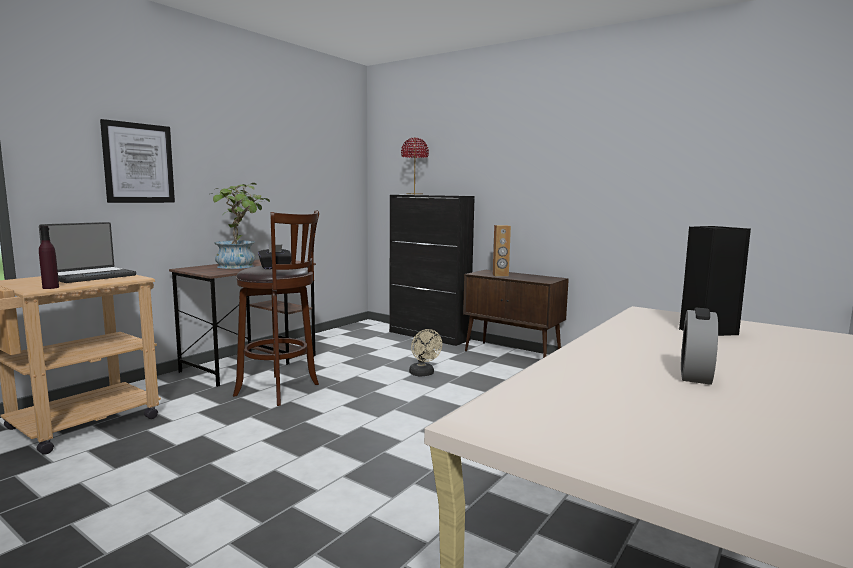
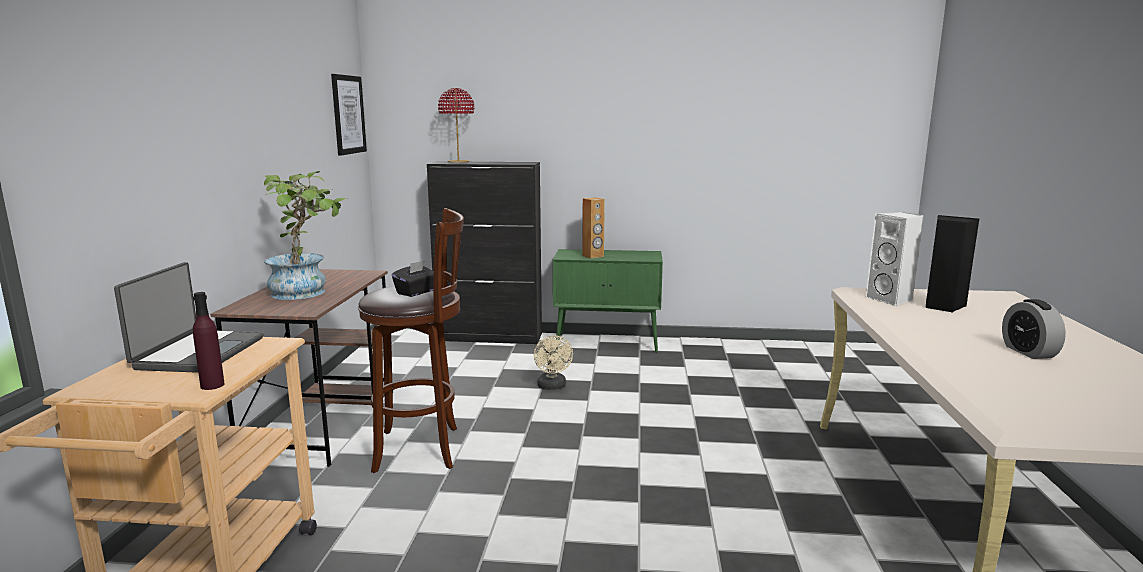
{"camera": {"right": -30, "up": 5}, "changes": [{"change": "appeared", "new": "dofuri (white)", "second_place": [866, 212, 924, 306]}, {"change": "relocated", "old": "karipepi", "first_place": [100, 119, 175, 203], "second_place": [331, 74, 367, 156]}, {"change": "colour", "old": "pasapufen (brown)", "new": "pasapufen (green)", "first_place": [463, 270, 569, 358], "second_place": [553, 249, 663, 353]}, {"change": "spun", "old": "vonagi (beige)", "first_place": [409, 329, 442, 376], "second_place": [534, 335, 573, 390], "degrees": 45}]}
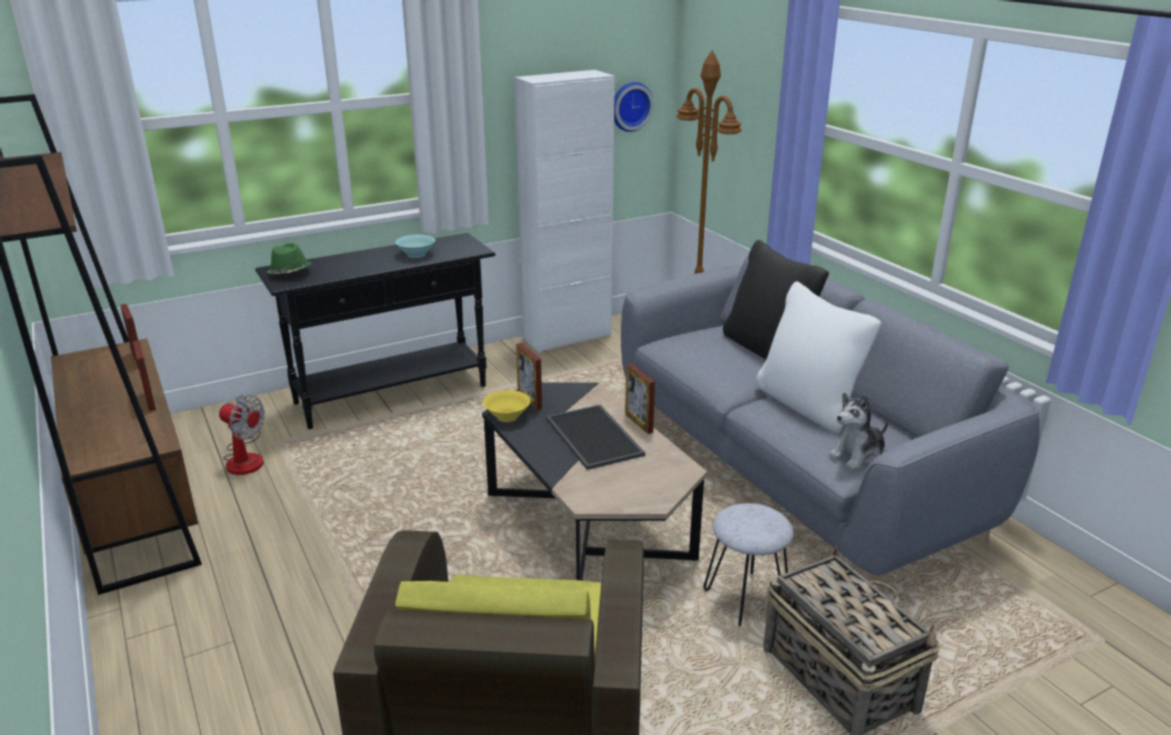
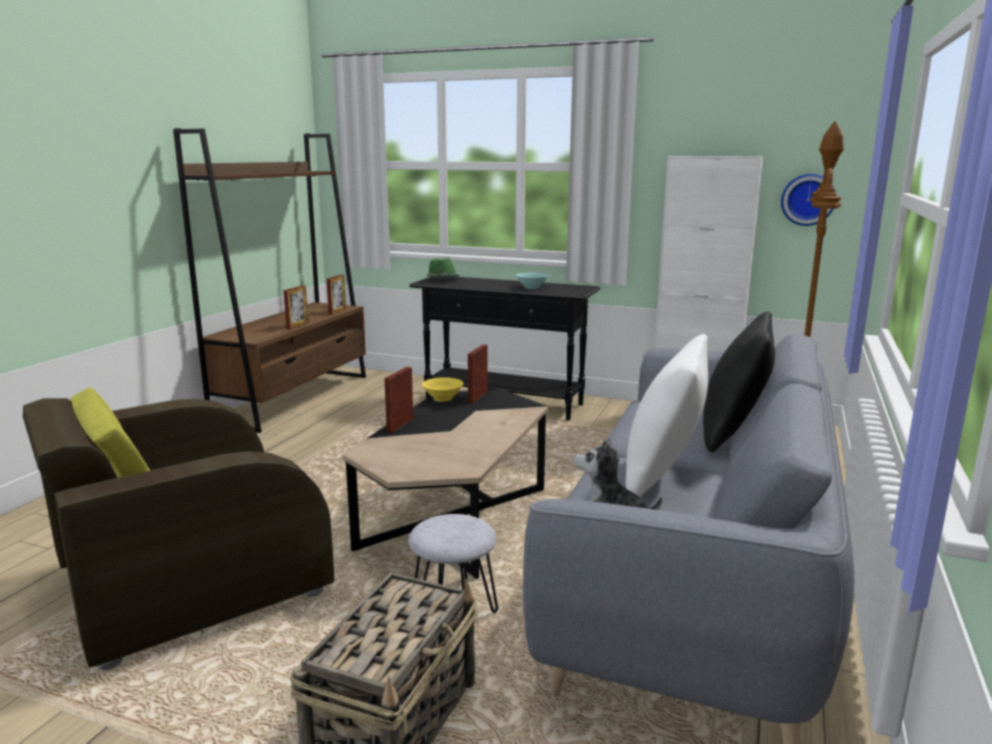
{"camera": {"right": 50, "up": -10}, "changes": [{"change": "missing", "old": "vonagi", "first_place": [219, 394, 265, 475]}, {"change": "missing", "old": "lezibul", "first_place": [546, 405, 645, 470]}, {"change": "relocated", "old": "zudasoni", "first_place": [625, 363, 655, 434], "second_place": [384, 367, 413, 433]}]}
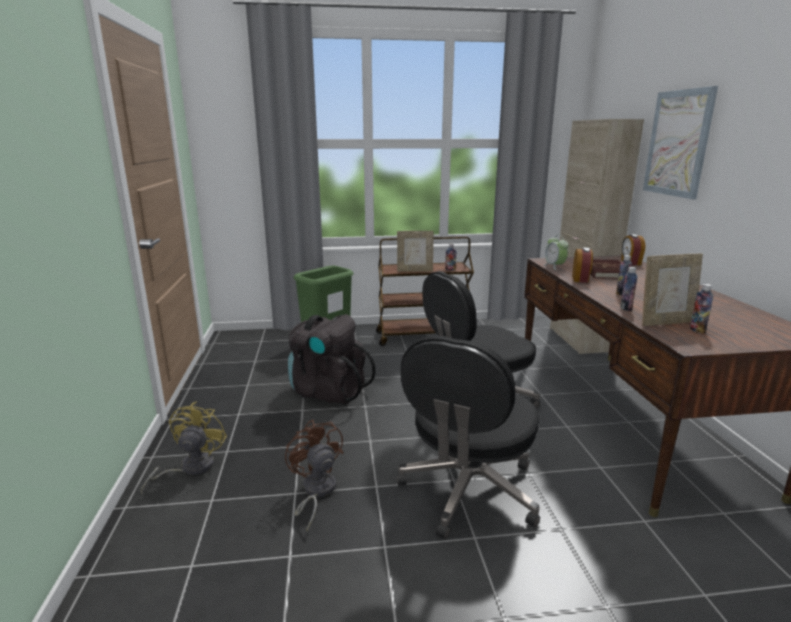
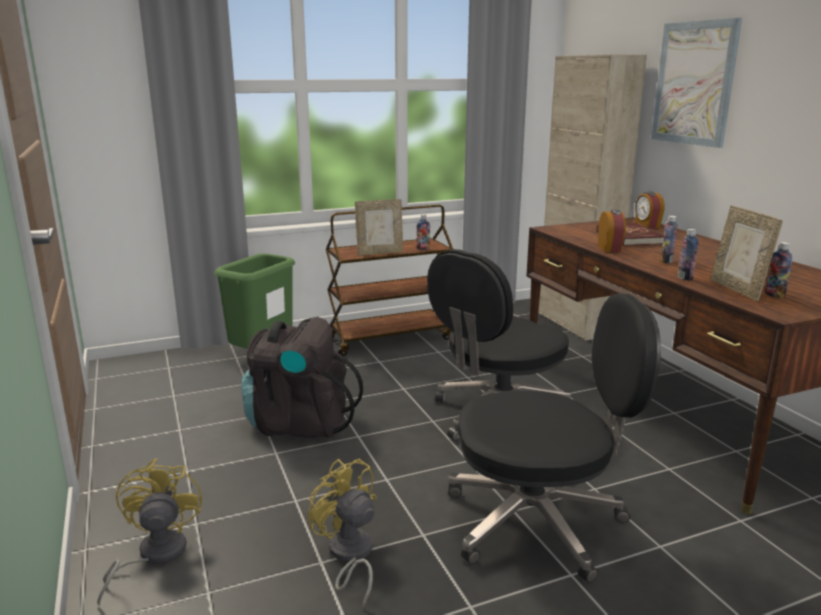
{"camera": {"right": -15, "up": 0}, "changes": [{"change": "missing", "old": "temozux", "first_place": [545, 235, 568, 270]}, {"change": "colour", "old": "vonagi (brown)", "new": "vonagi (yellow)", "first_place": [285, 419, 344, 531], "second_place": [308, 459, 376, 607]}, {"change": "spun", "old": "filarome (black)", "first_place": [397, 335, 540, 540], "second_place": [448, 293, 661, 583], "degrees": -105}, {"change": "spun", "old": "zudasoni", "first_place": [642, 254, 703, 326], "second_place": [710, 205, 783, 301], "degrees": 105}]}
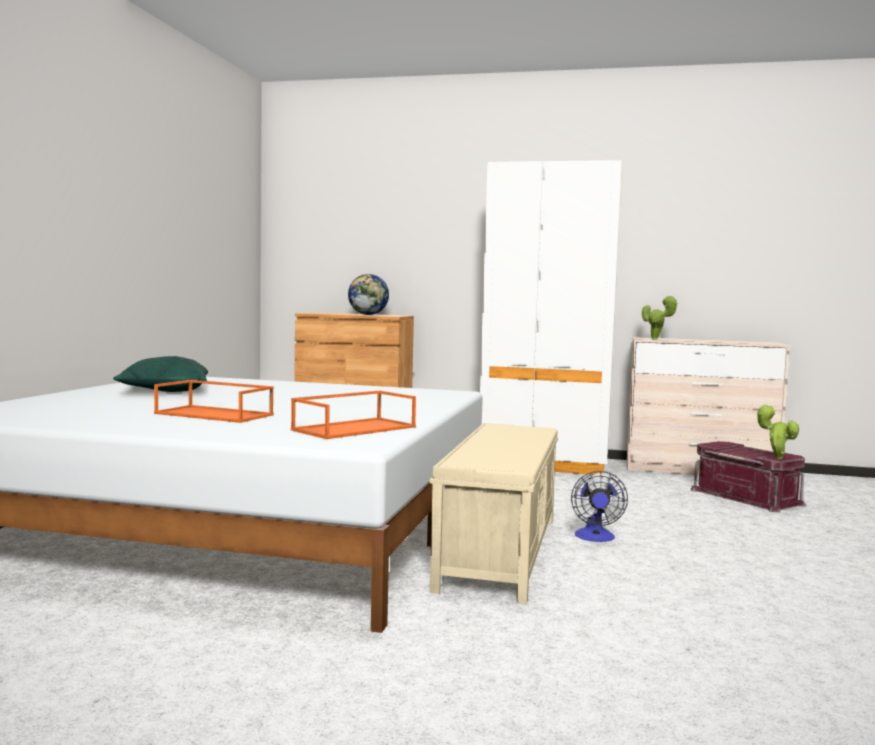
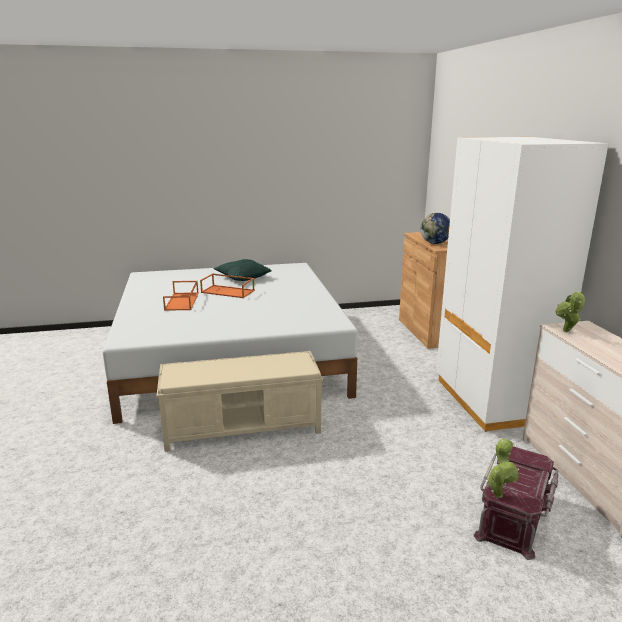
{"camera": {"right": 65, "up": 15}, "changes": [{"change": "missing", "old": "vonagi", "first_place": [571, 471, 628, 542]}, {"change": "relocated", "old": "lezibul (orange)", "first_place": [291, 391, 416, 439], "second_place": [200, 273, 255, 298]}]}
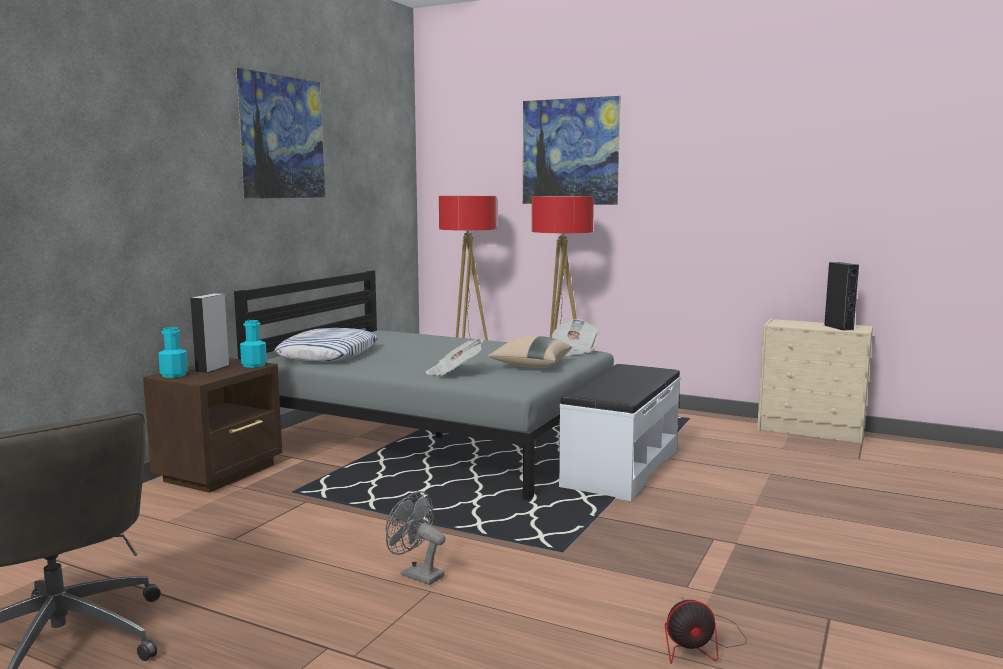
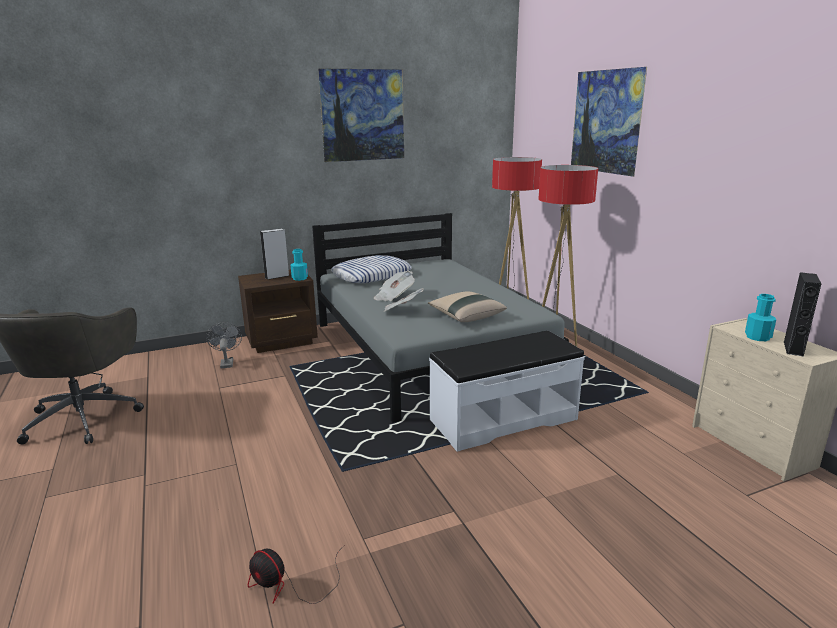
{"camera": {"right": 40, "up": 10}, "changes": [{"change": "relocated", "old": "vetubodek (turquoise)", "first_place": [158, 327, 188, 378], "second_place": [745, 294, 776, 341]}, {"change": "relocated", "old": "vonagi (grey)", "first_place": [386, 491, 446, 585], "second_place": [206, 322, 242, 368]}, {"change": "relocated", "old": "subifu", "first_place": [551, 319, 600, 356], "second_place": [374, 271, 415, 301]}]}
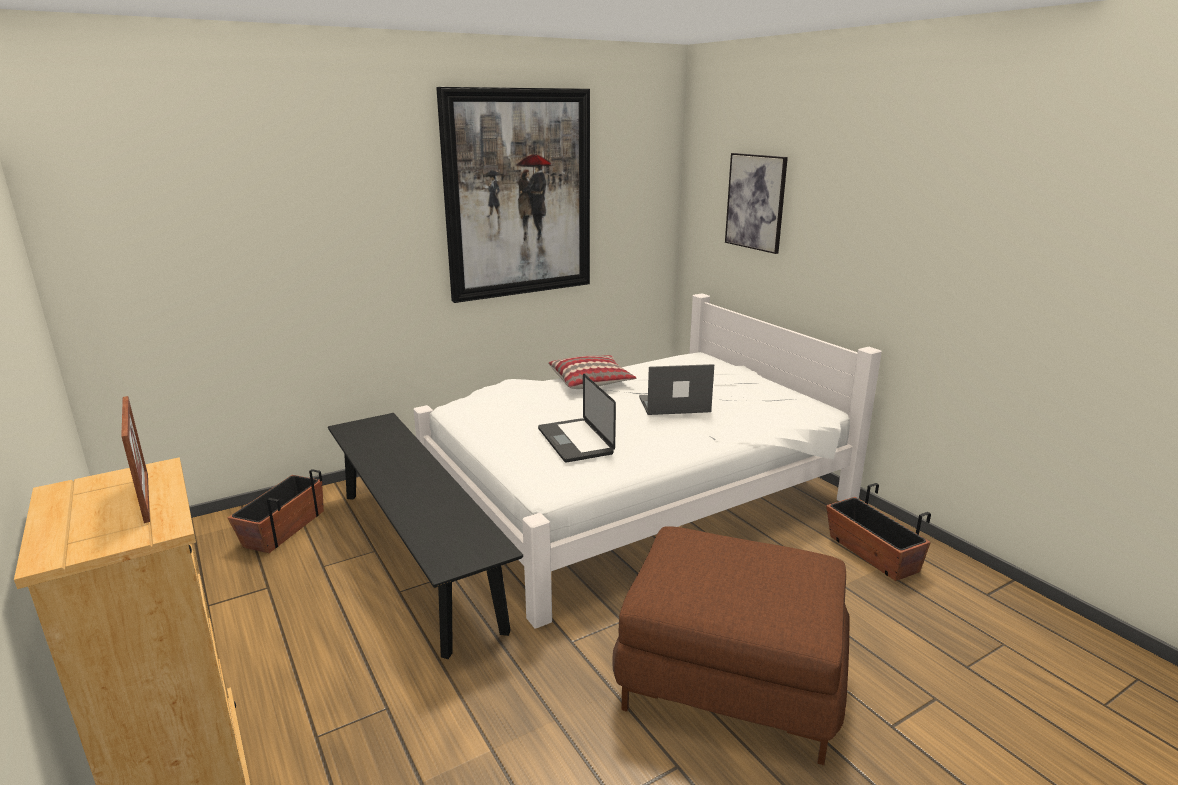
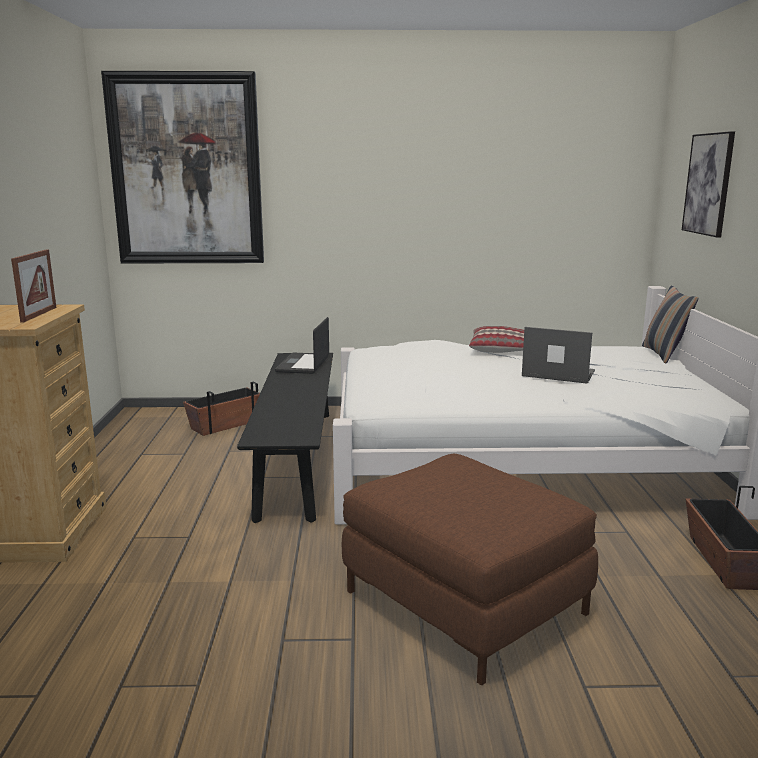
{"camera": {"right": 30, "up": -5}, "changes": [{"change": "appeared", "new": "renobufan", "second_place": [642, 285, 698, 363]}, {"change": "relocated", "old": "karipepi", "first_place": [436, 87, 590, 303], "second_place": [101, 71, 264, 264]}, {"change": "relocated", "old": "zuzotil", "first_place": [538, 373, 616, 462], "second_place": [275, 317, 329, 374]}]}
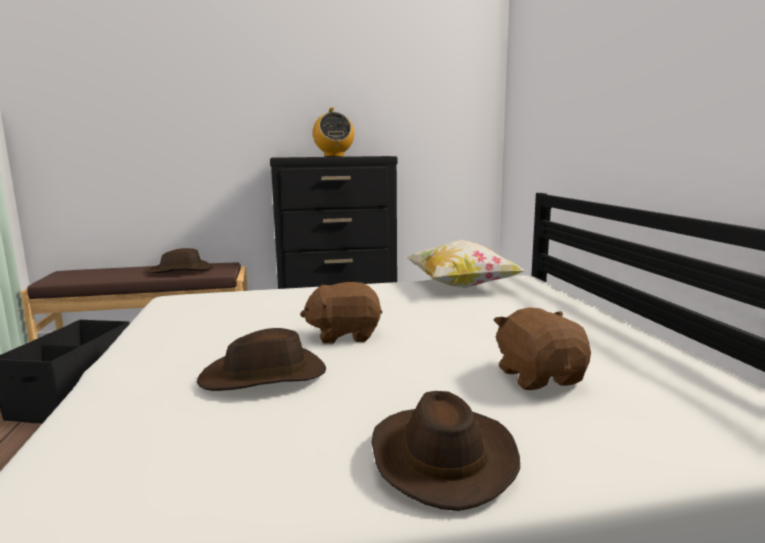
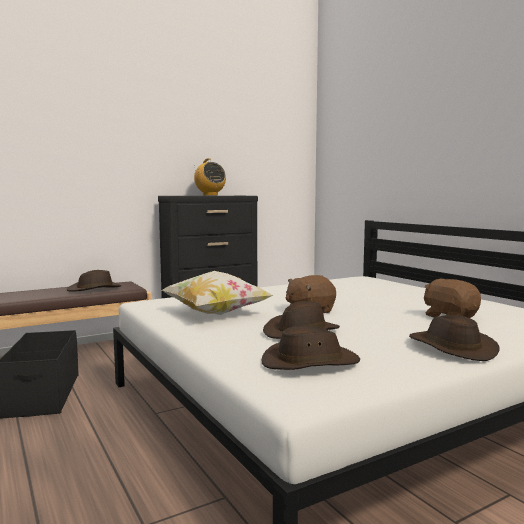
{"camera": {"right": -20, "up": -5}, "changes": [{"change": "appeared", "new": "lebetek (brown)", "second_place": [261, 326, 360, 370]}, {"change": "relocated", "old": "renobufan", "first_place": [406, 240, 527, 288], "second_place": [162, 271, 273, 315]}]}
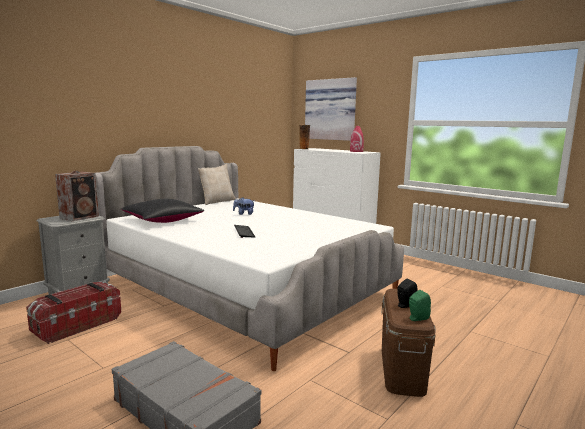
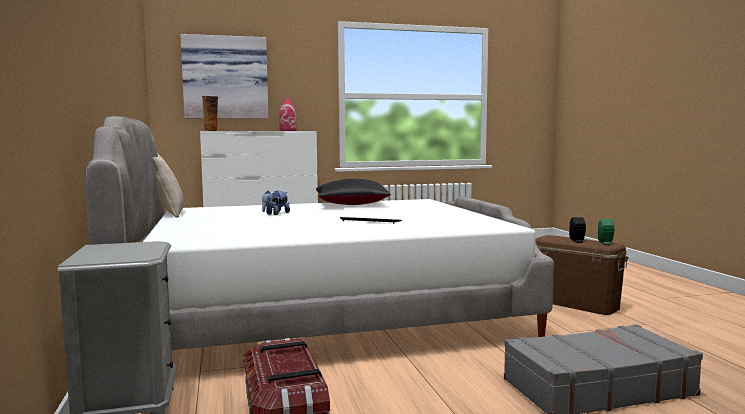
{"camera": {"right": -55, "up": -5}, "changes": [{"change": "missing", "old": "dofuri", "first_place": [55, 171, 99, 221]}, {"change": "relocated", "old": "renobufan (black)", "first_place": [122, 199, 205, 223], "second_place": [316, 179, 391, 205]}]}
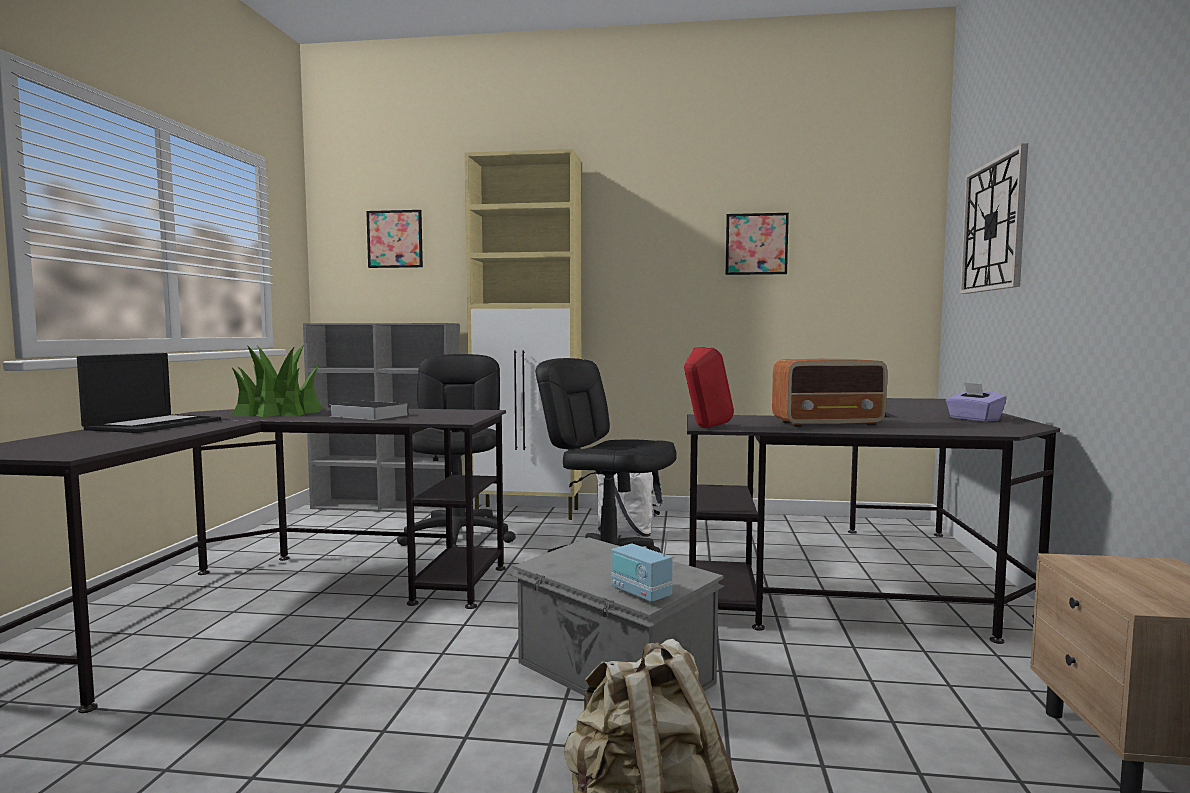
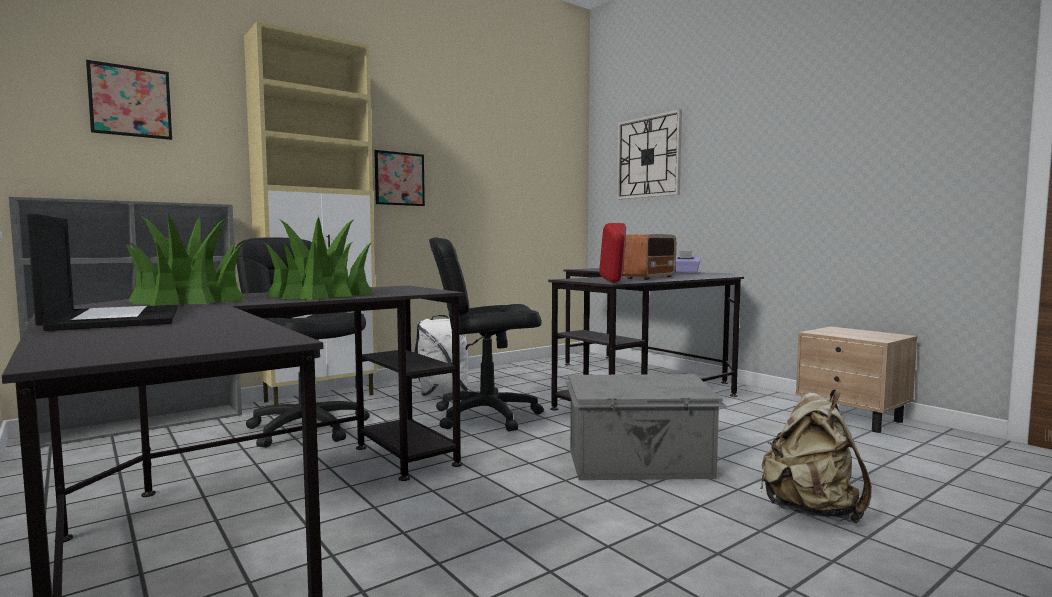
{"camera": {"right": -45, "up": 0}, "changes": [{"change": "missing", "old": "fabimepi", "first_place": [611, 530, 673, 603]}, {"change": "relocated", "old": "karipepi", "first_place": [726, 213, 789, 275], "second_place": [374, 150, 425, 206]}, {"change": "exchanged", "old": "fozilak", "new": "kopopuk", "first_place": [329, 401, 408, 420], "second_place": [265, 216, 374, 300]}]}
